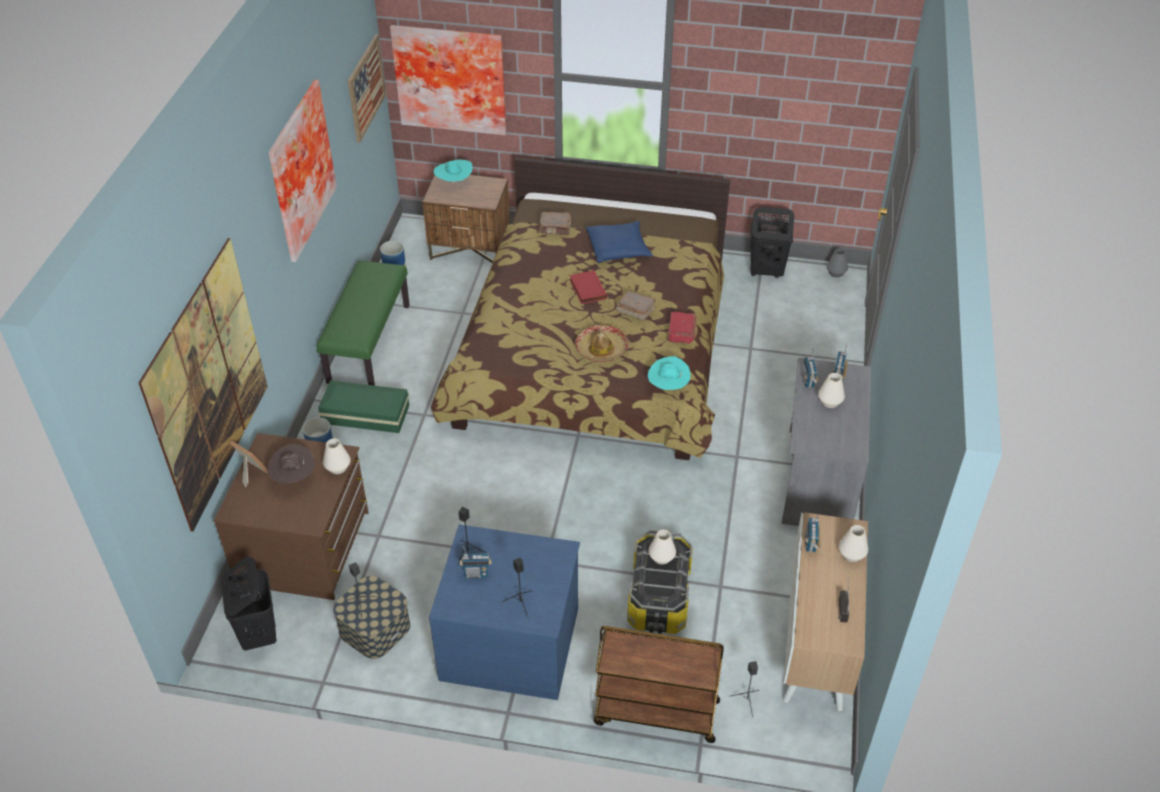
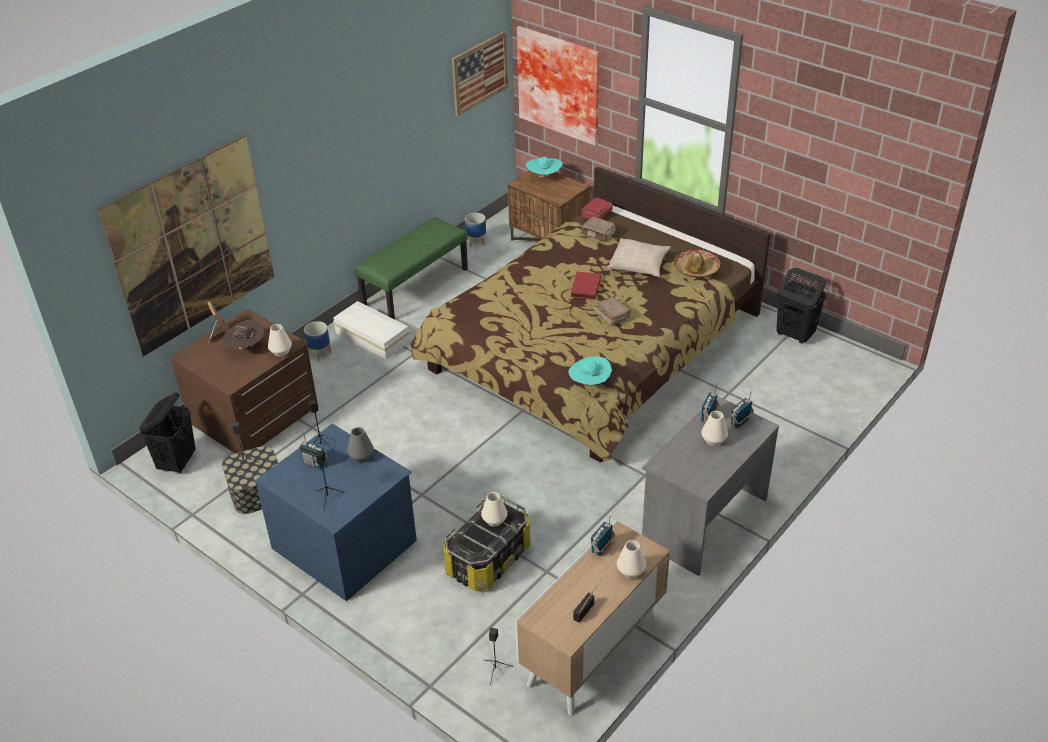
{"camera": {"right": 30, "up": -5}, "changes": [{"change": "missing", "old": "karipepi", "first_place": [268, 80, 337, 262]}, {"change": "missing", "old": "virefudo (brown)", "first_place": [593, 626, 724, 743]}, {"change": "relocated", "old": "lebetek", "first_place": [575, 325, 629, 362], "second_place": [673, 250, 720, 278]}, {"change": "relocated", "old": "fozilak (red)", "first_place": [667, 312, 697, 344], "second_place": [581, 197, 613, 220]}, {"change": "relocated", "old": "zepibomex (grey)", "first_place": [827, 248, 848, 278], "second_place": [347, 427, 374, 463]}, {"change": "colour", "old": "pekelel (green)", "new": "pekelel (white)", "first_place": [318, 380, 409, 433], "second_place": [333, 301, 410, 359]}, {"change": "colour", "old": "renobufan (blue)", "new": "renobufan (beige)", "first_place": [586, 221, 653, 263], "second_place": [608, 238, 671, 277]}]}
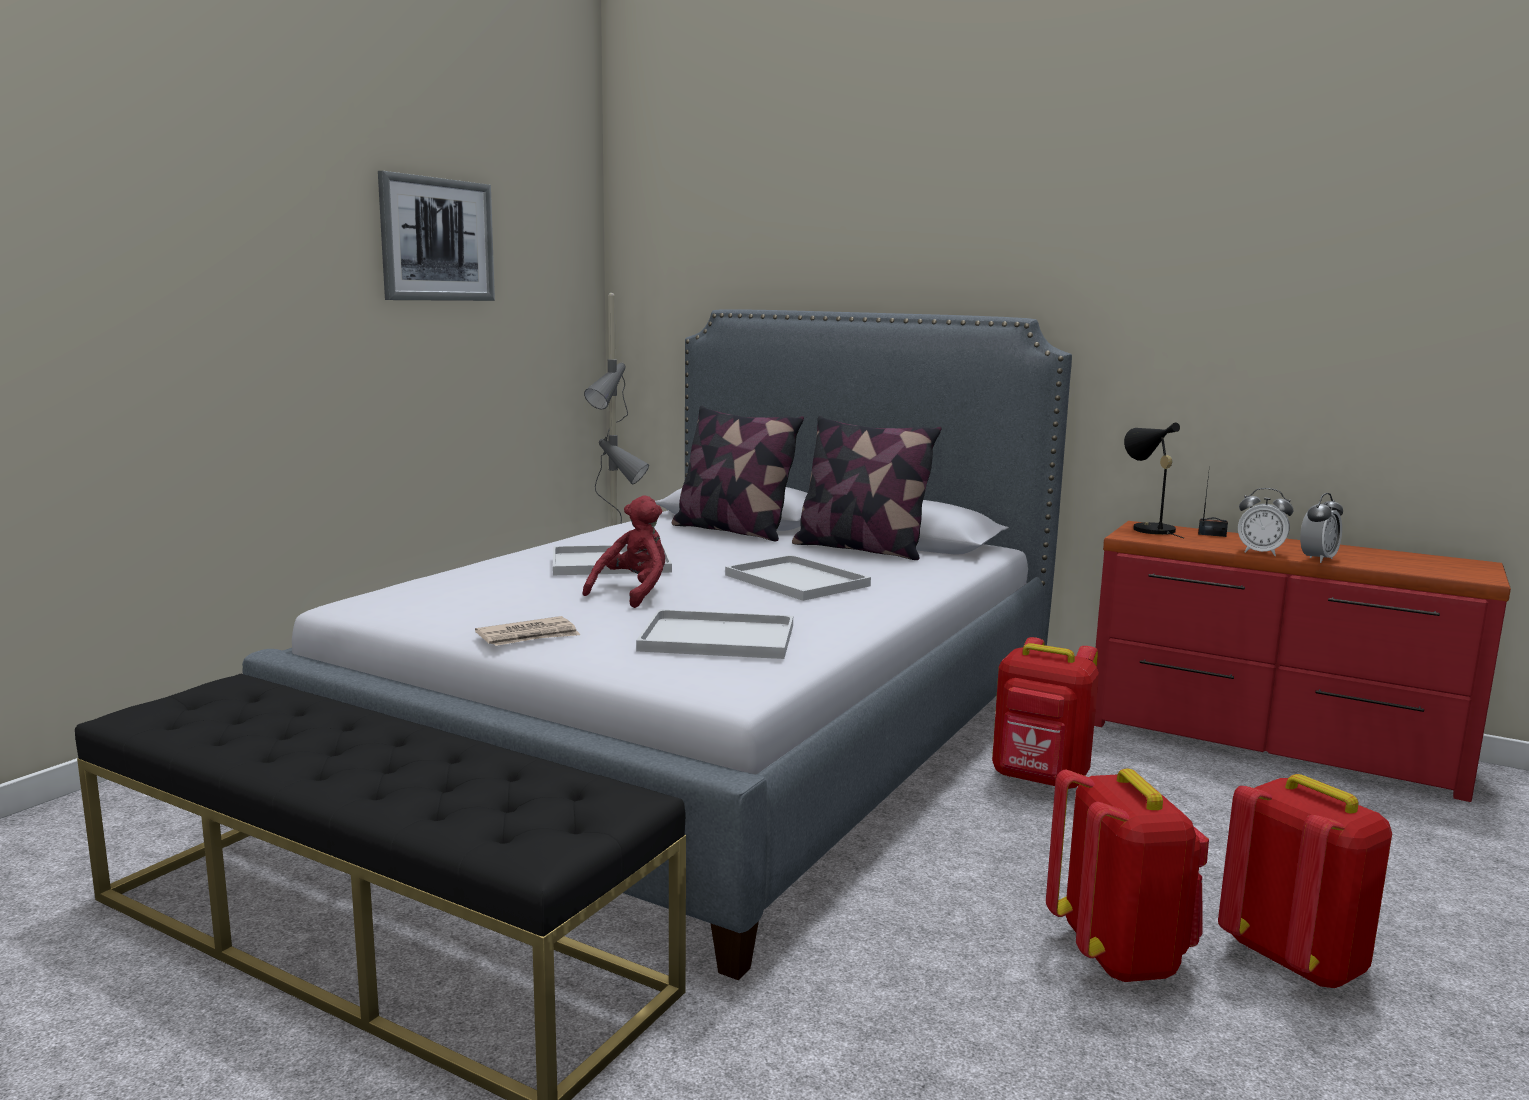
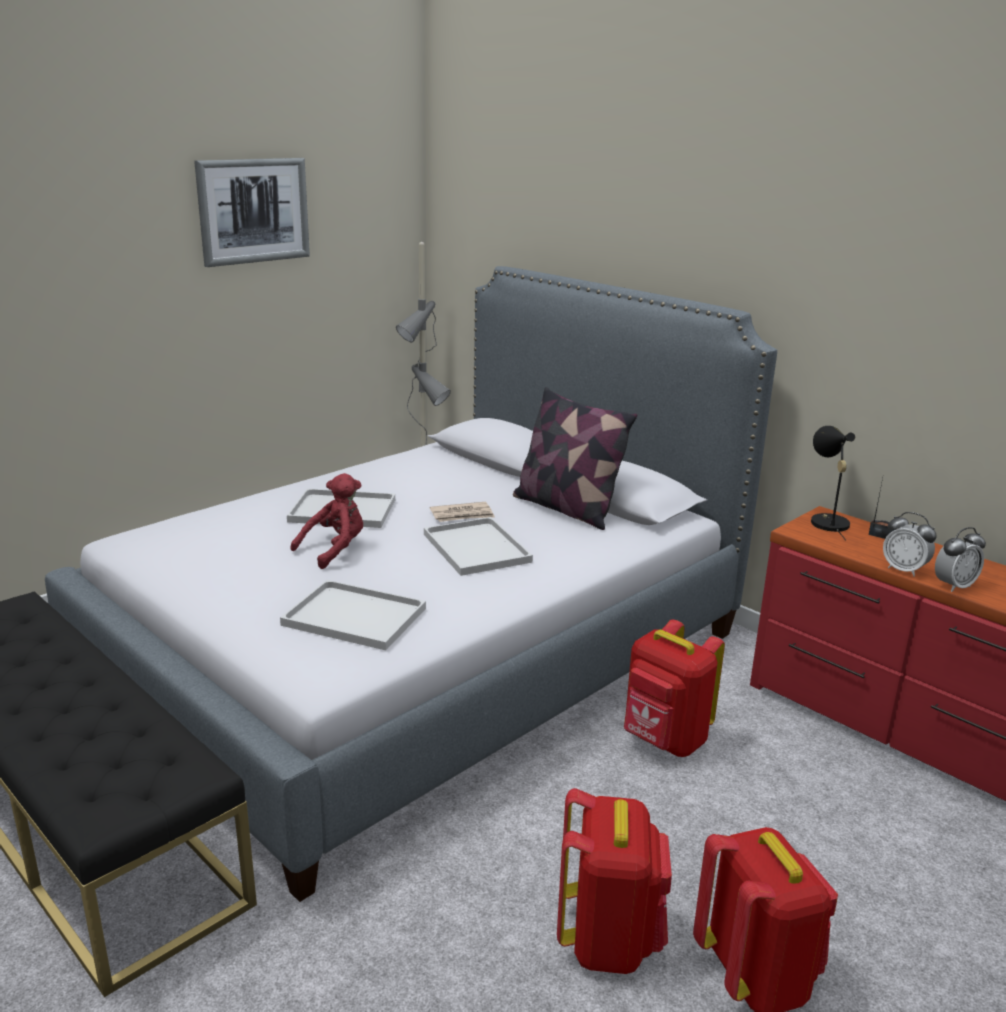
{"camera": {"right": 15, "up": 10}, "changes": [{"change": "missing", "old": "renobufan", "first_place": [672, 406, 804, 541]}, {"change": "relocated", "old": "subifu", "first_place": [475, 616, 580, 646], "second_place": [430, 502, 495, 522]}]}
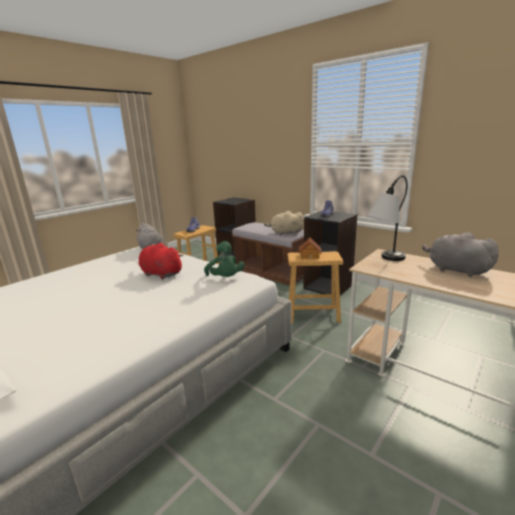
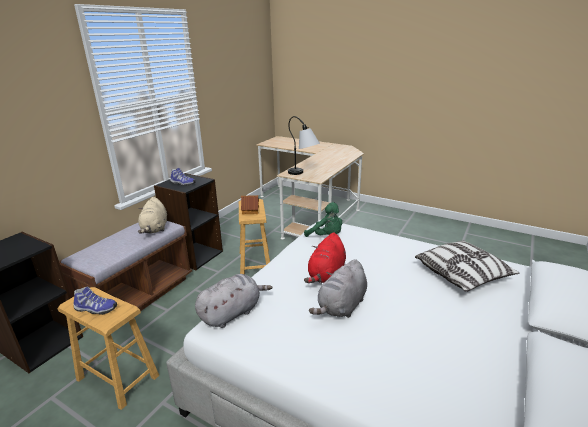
{"camera": {"right": -100, "up": 5}, "changes": [{"change": "appeared", "new": "renobufan", "second_place": [415, 241, 519, 292]}, {"change": "relocated", "old": "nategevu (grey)", "first_place": [422, 232, 499, 277], "second_place": [309, 259, 367, 318]}, {"change": "spun", "old": "nategevu (green)", "first_place": [204, 241, 245, 277], "second_place": [304, 202, 342, 237], "degrees": 75}]}
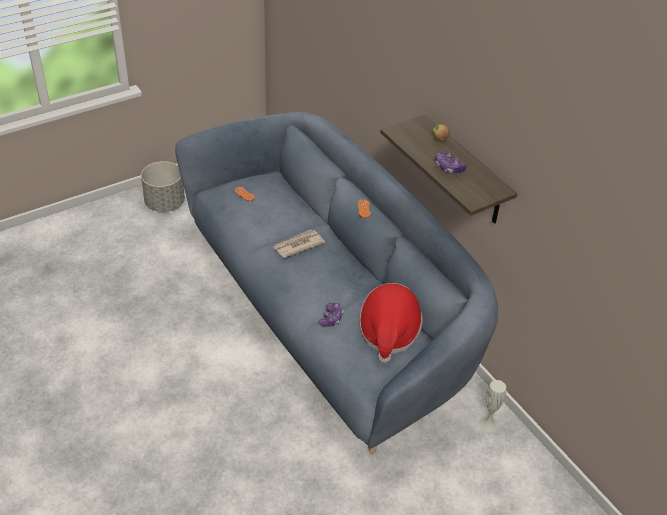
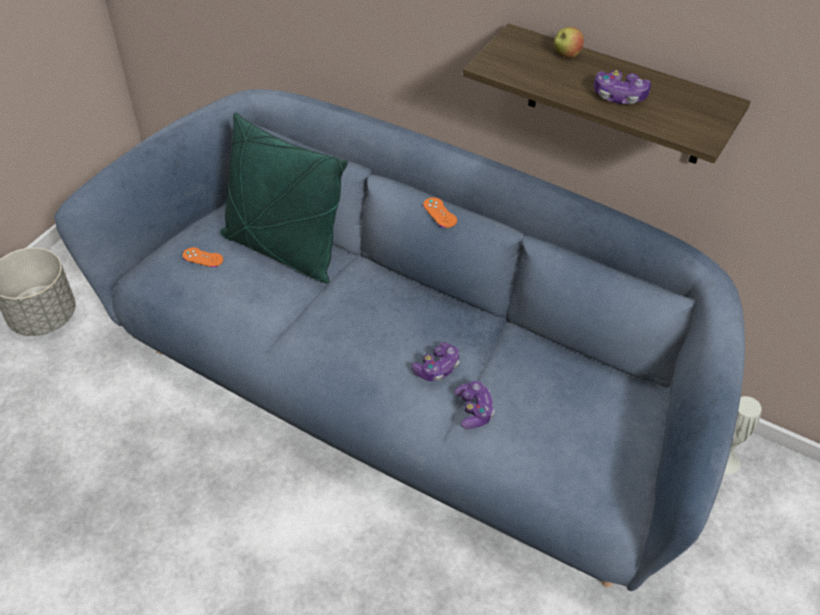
{"camera": {"right": -25, "up": 5}, "changes": [{"change": "missing", "old": "subifu", "first_place": [273, 230, 325, 258]}, {"change": "missing", "old": "lebetek", "first_place": [359, 283, 423, 363]}, {"change": "appeared", "new": "renobufan (green)", "second_place": [220, 112, 348, 284]}, {"change": "appeared", "new": "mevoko", "second_place": [411, 342, 459, 381]}]}
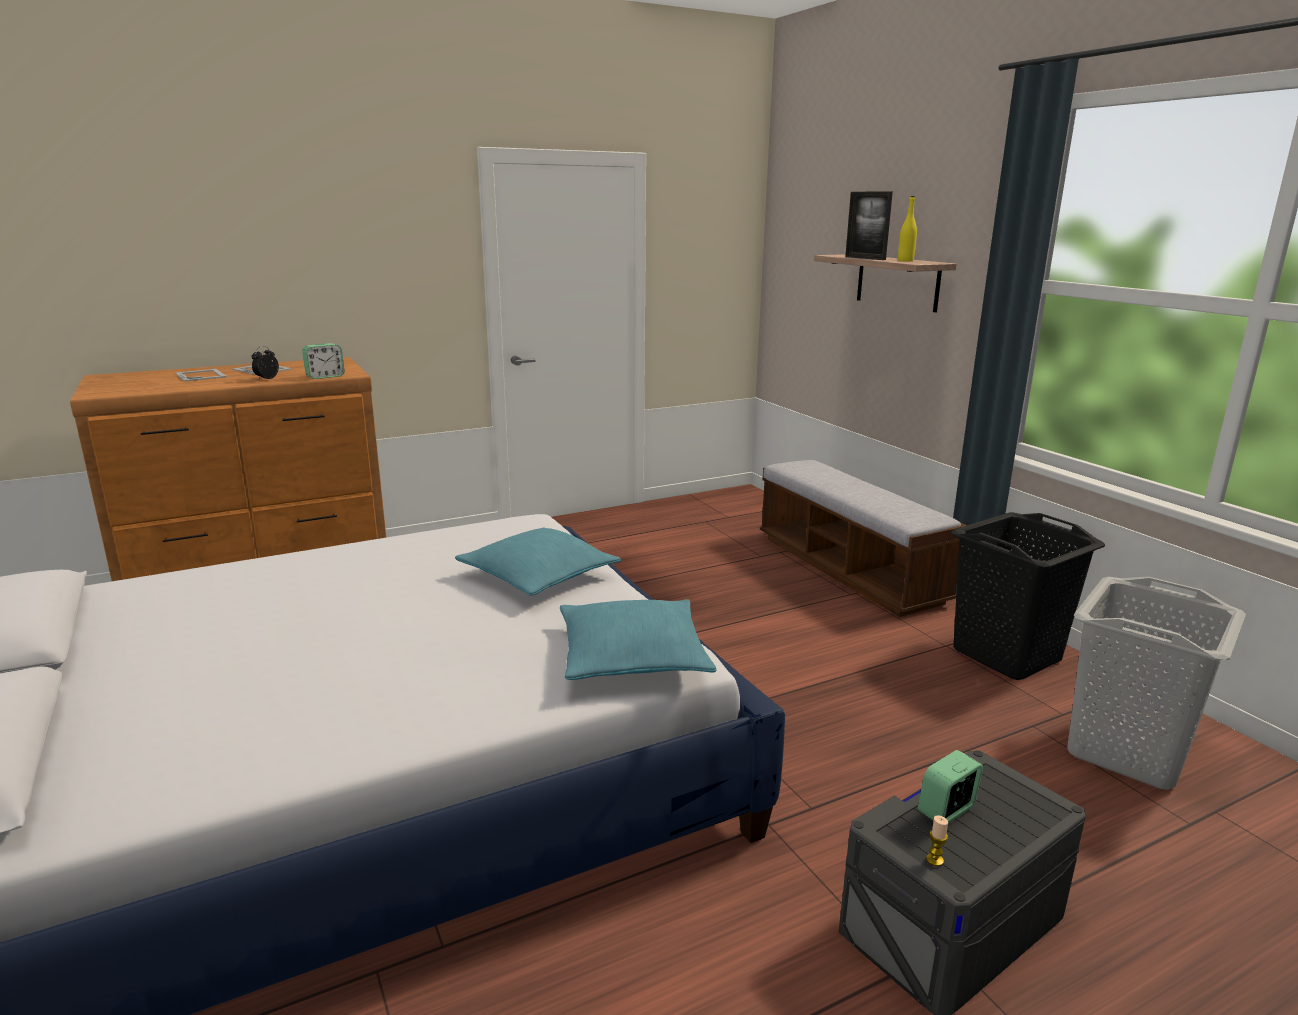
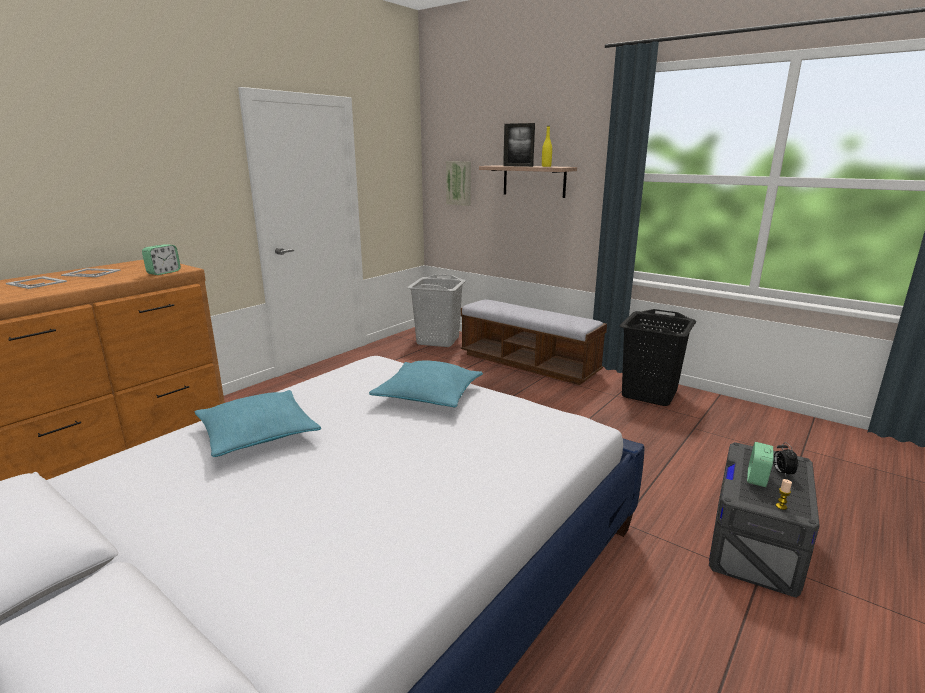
{"camera": {"right": -25, "up": 0}, "changes": [{"change": "appeared", "new": "karipepi", "second_place": [446, 161, 471, 206]}, {"change": "relocated", "old": "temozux", "first_place": [252, 346, 279, 380], "second_place": [773, 442, 798, 476]}, {"change": "relocated", "old": "renobufan (turquoise)", "first_place": [560, 599, 717, 680], "second_place": [195, 390, 321, 457]}, {"change": "relocated", "old": "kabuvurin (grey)", "first_place": [1067, 577, 1246, 790], "second_place": [407, 274, 466, 347]}]}
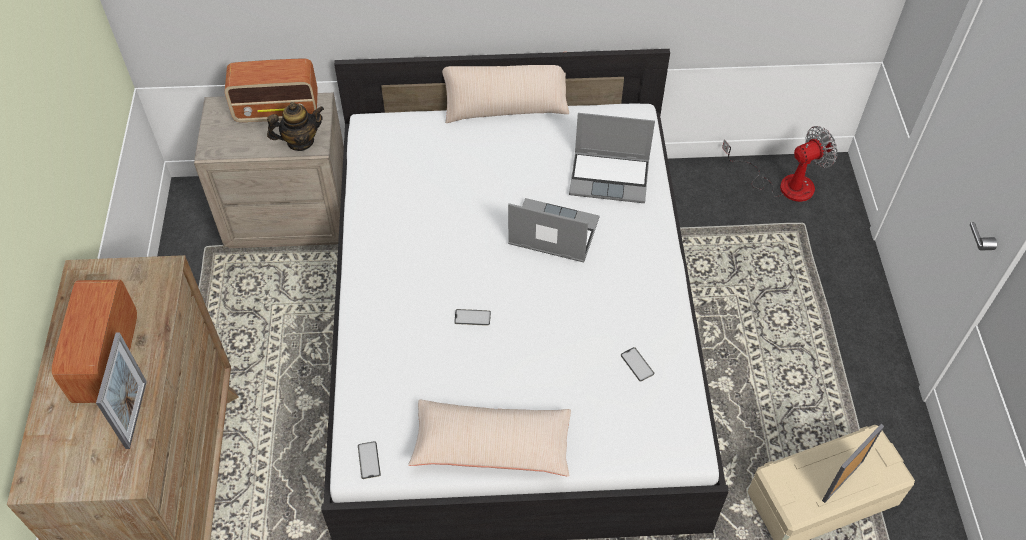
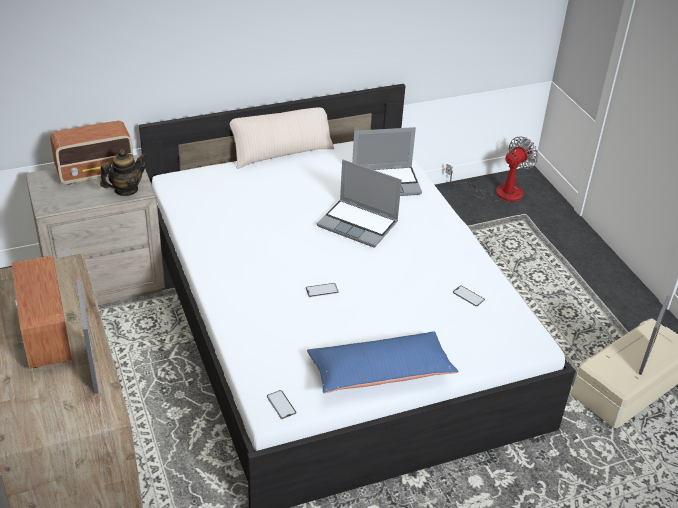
{"camera": {"right": -20, "up": -15}, "changes": [{"change": "colour", "old": "renobufan (beige)", "new": "renobufan (blue)", "first_place": [408, 400, 571, 476], "second_place": [307, 331, 459, 393]}, {"change": "spun", "old": "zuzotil", "first_place": [508, 198, 599, 262], "second_place": [317, 159, 402, 248], "degrees": -150}]}
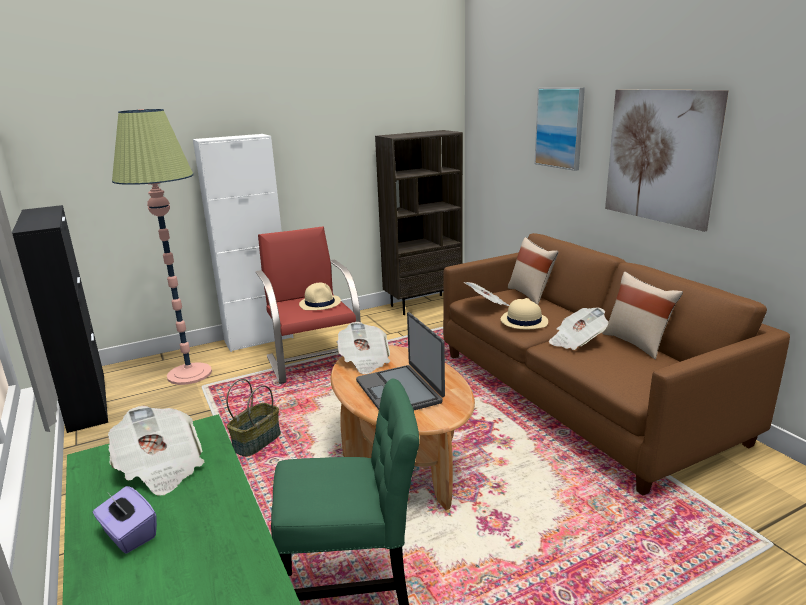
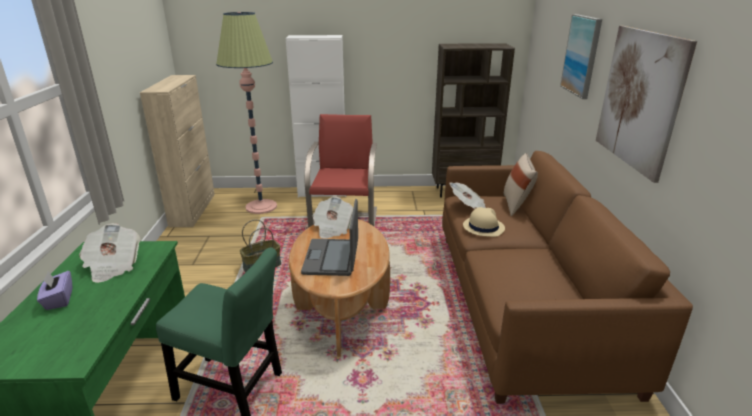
{"camera": {"right": 25, "up": 5}, "changes": [{"change": "missing", "old": "lebetek (beige)", "first_place": [299, 283, 341, 310]}, {"change": "missing", "old": "subifu", "first_place": [549, 308, 608, 350]}, {"change": "missing", "old": "renobufan (beige)", "first_place": [602, 272, 683, 359]}, {"change": "colour", "old": "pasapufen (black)", "new": "pasapufen (beige)", "first_place": [12, 205, 108, 433], "second_place": [140, 75, 215, 227]}]}
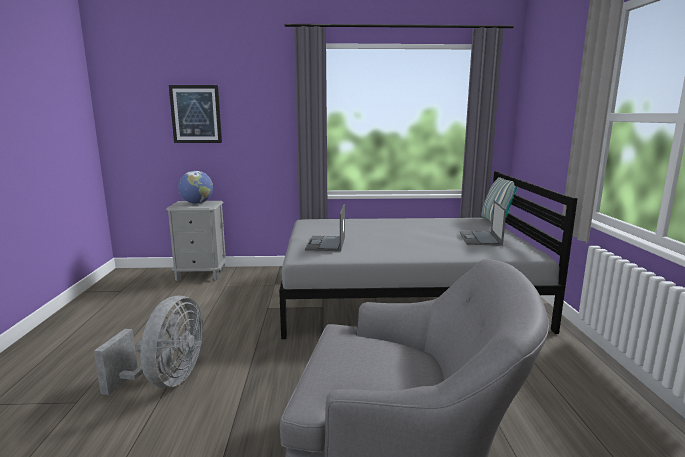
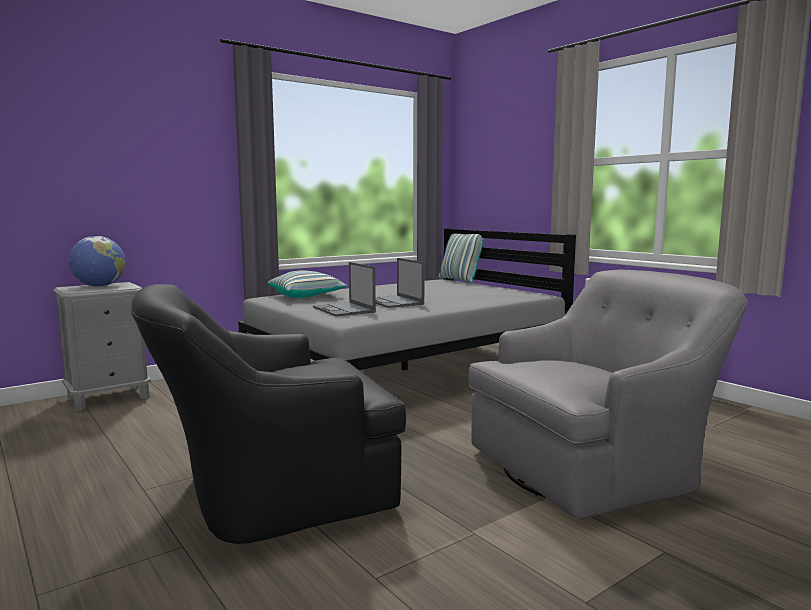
{"camera": {"right": -35, "up": -5}, "changes": [{"change": "missing", "old": "karipepi", "first_place": [169, 85, 222, 143]}, {"change": "appeared", "new": "renobufan", "second_place": [267, 271, 347, 298]}, {"change": "relocated", "old": "zuzotil", "first_place": [459, 200, 506, 246], "second_place": [376, 258, 425, 308]}, {"change": "exchanged", "old": "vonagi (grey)", "new": "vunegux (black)", "first_place": [94, 296, 203, 395], "second_place": [130, 284, 406, 544]}]}
